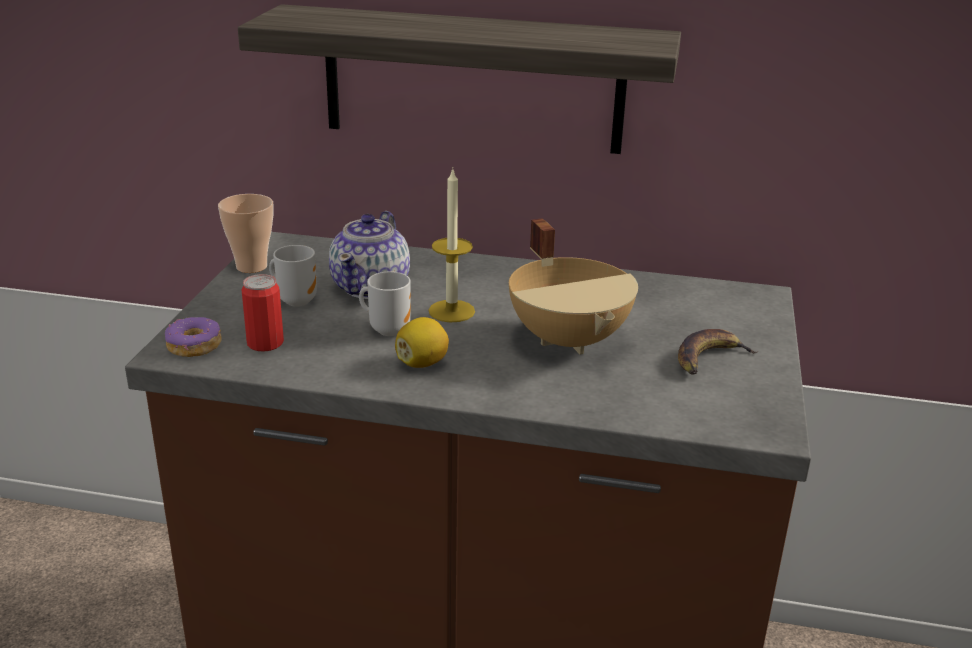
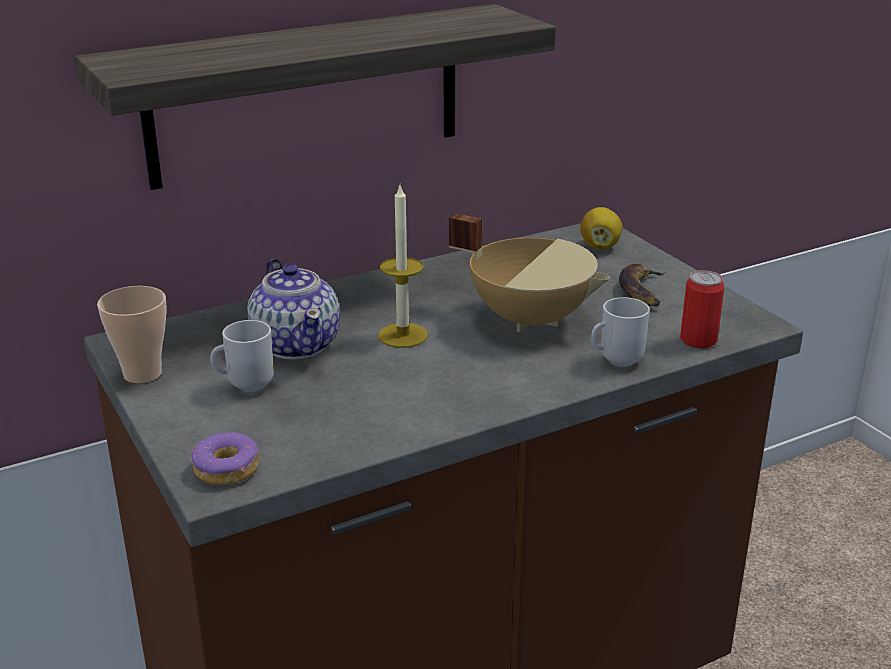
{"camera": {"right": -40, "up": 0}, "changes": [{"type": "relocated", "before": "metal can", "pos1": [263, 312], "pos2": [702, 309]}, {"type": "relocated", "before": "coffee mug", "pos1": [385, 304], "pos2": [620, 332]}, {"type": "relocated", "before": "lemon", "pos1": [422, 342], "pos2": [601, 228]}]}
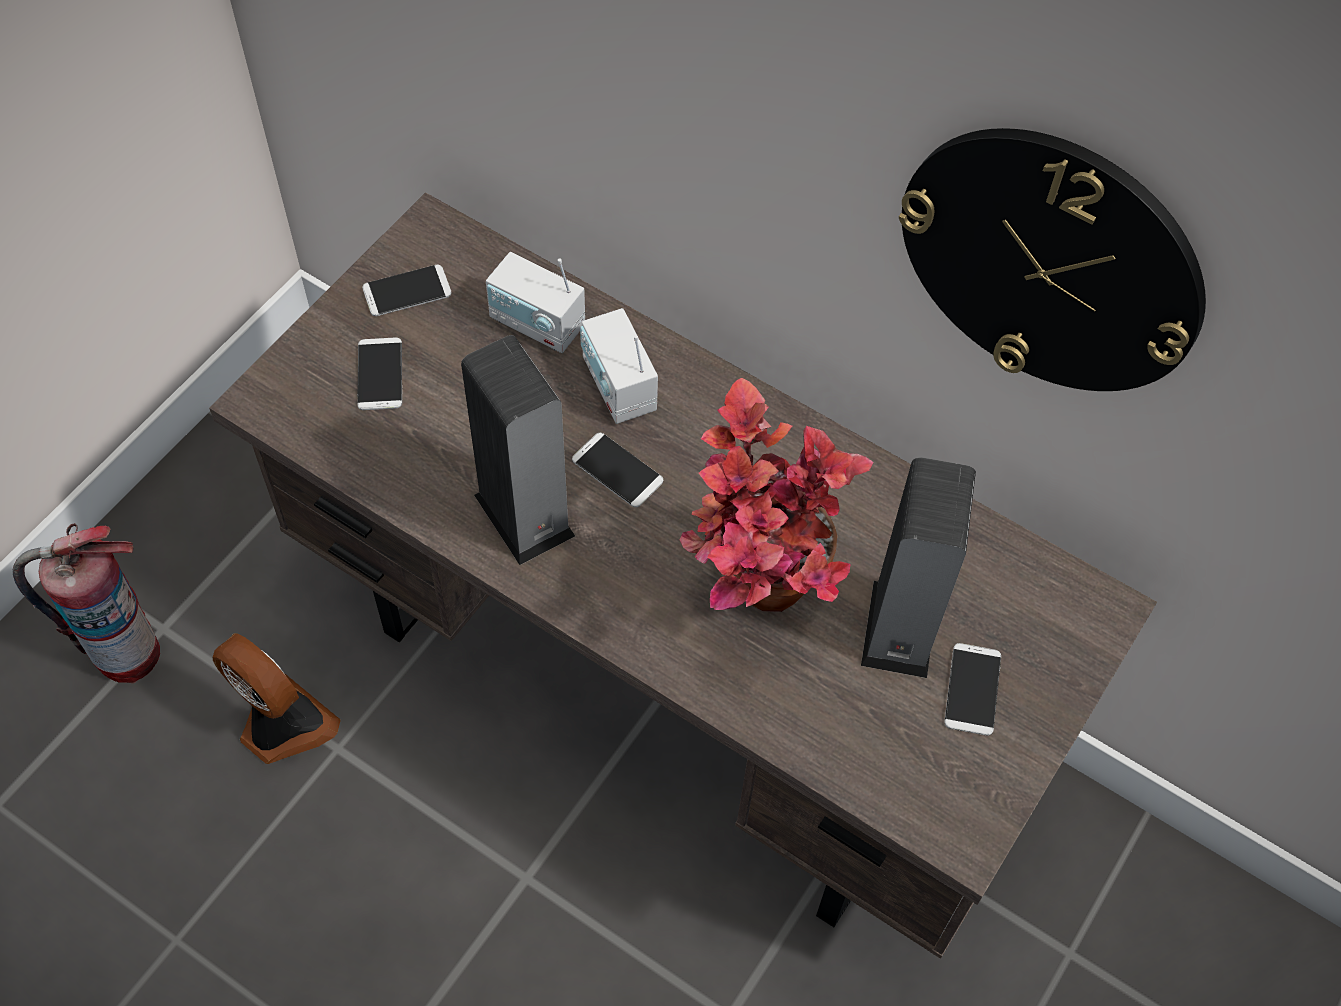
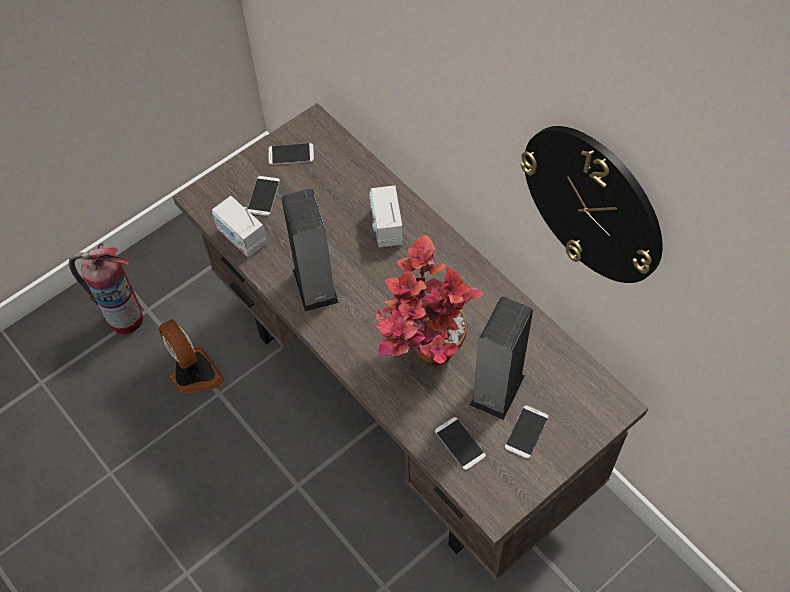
{"camera": {"right": 20, "up": 0}, "changes": [{"type": "relocated", "before": "radio receiver", "pos1": [535, 302], "pos2": [239, 227]}, {"type": "relocated", "before": "phone", "pos1": [617, 470], "pos2": [460, 443]}]}
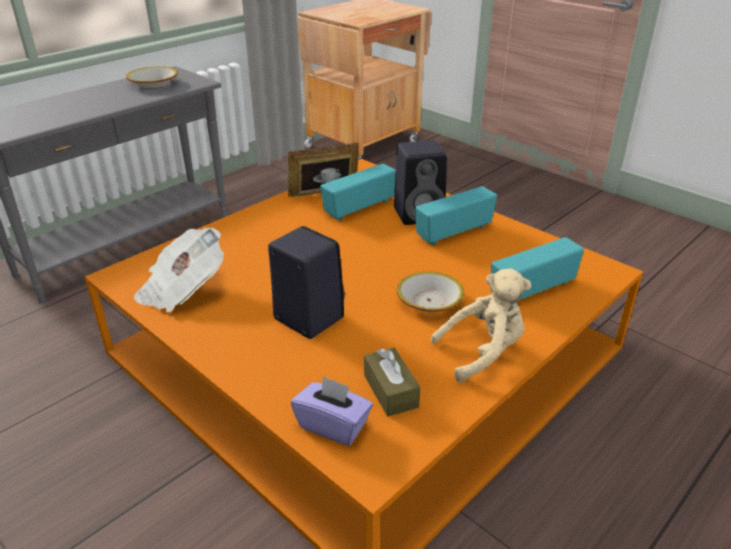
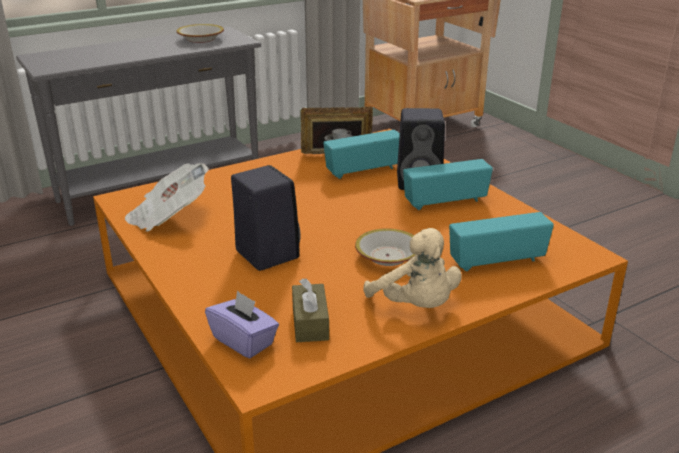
{"camera": {"right": 15, "up": -5}, "changes": [{"type": "spun", "before": "cuddly toy in beige-coloured", "pos1": [481, 325], "pos2": [413, 268], "turn": 60}]}
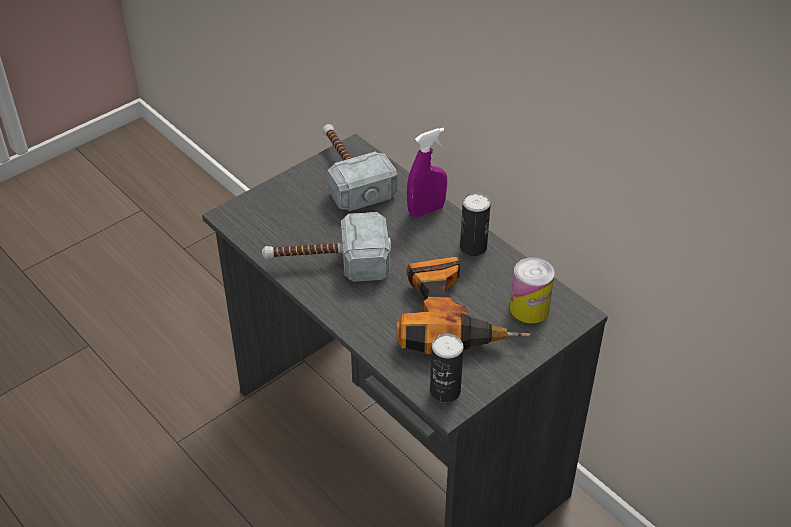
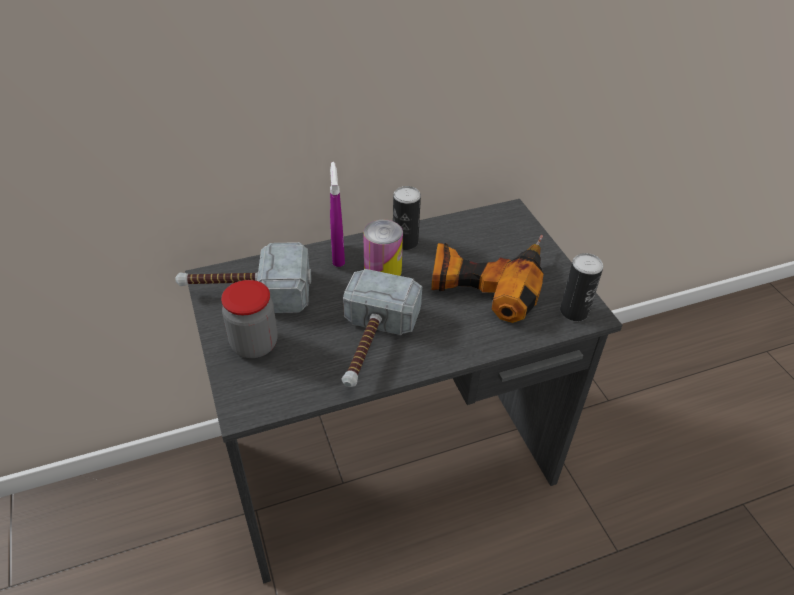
{"camera": {"right": -70, "up": 0}, "changes": [{"type": "relocated", "before": "metal can", "pos1": [532, 290], "pos2": [383, 248]}, {"type": "appeared", "after": "jar", "pos2": [249, 319]}]}
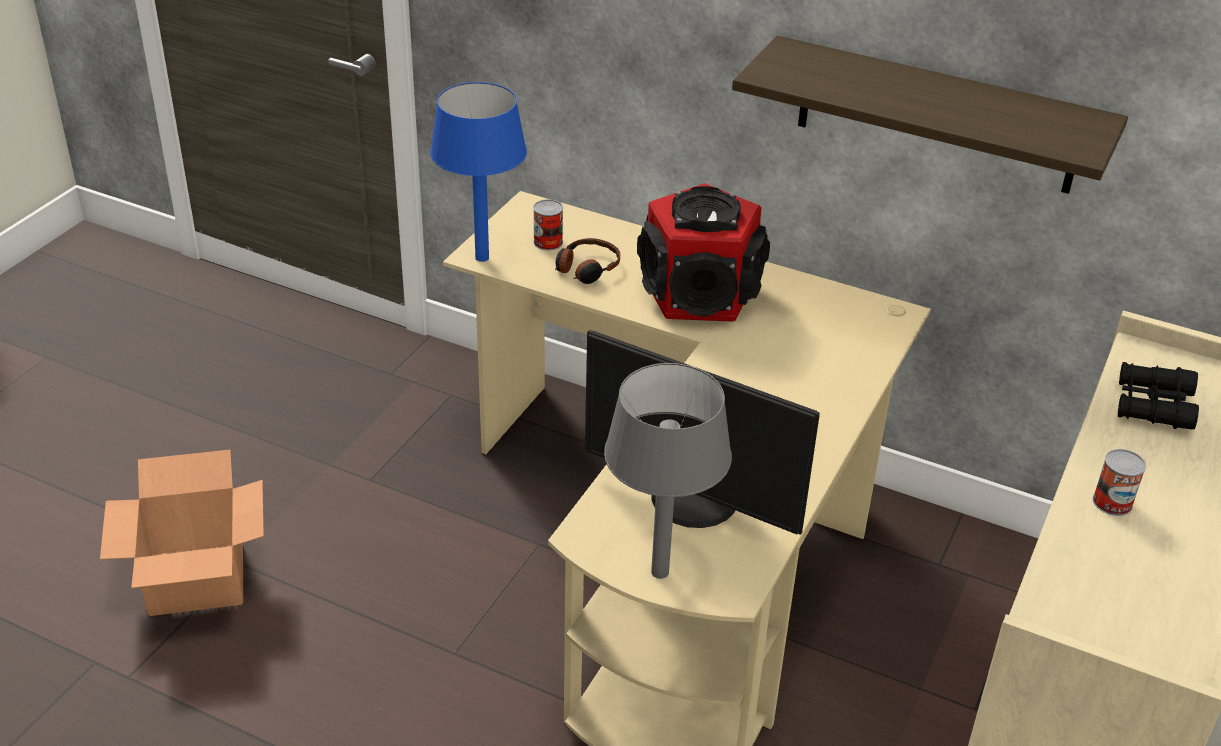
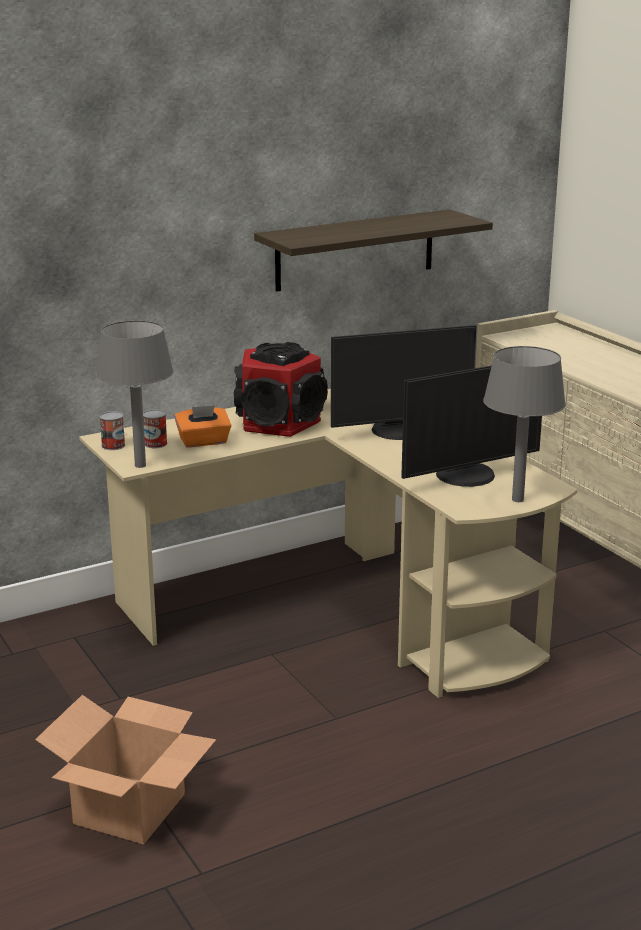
{"camera": {"right": -55, "up": -15}, "changes": [{"type": "colour", "before": "table lamp in blue", "after": "table lamp in greyish", "pos1": [478, 172], "pos2": [134, 394]}, {"type": "exchanged", "before": "headphones", "after": "box of tissues in orange", "pos1": [587, 261], "pos2": [202, 426]}, {"type": "relocated", "before": "metal can", "pos1": [1119, 482], "pos2": [112, 430]}, {"type": "missing", "before": "binoculars in blackish", "pos1": [1158, 395]}, {"type": "appeared", "after": "computer display", "pos2": [403, 382]}]}
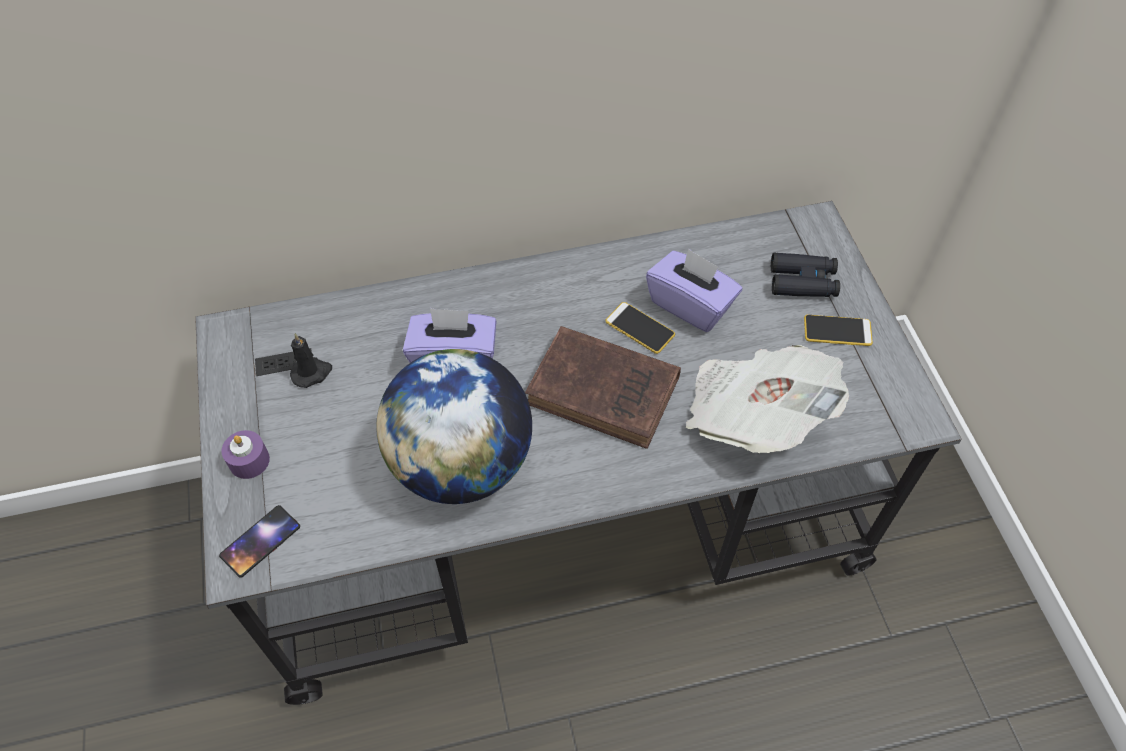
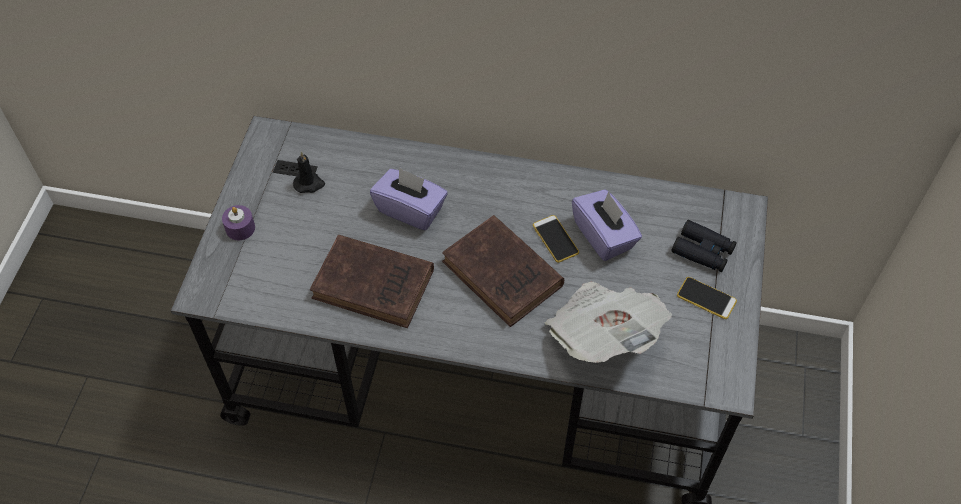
{"camera": {"right": 25, "up": 0}, "changes": [{"type": "missing", "before": "phone", "pos1": [259, 541]}, {"type": "exchanged", "before": "desk globe", "after": "volume in brown-coloured", "pos1": [454, 426], "pos2": [372, 281]}]}
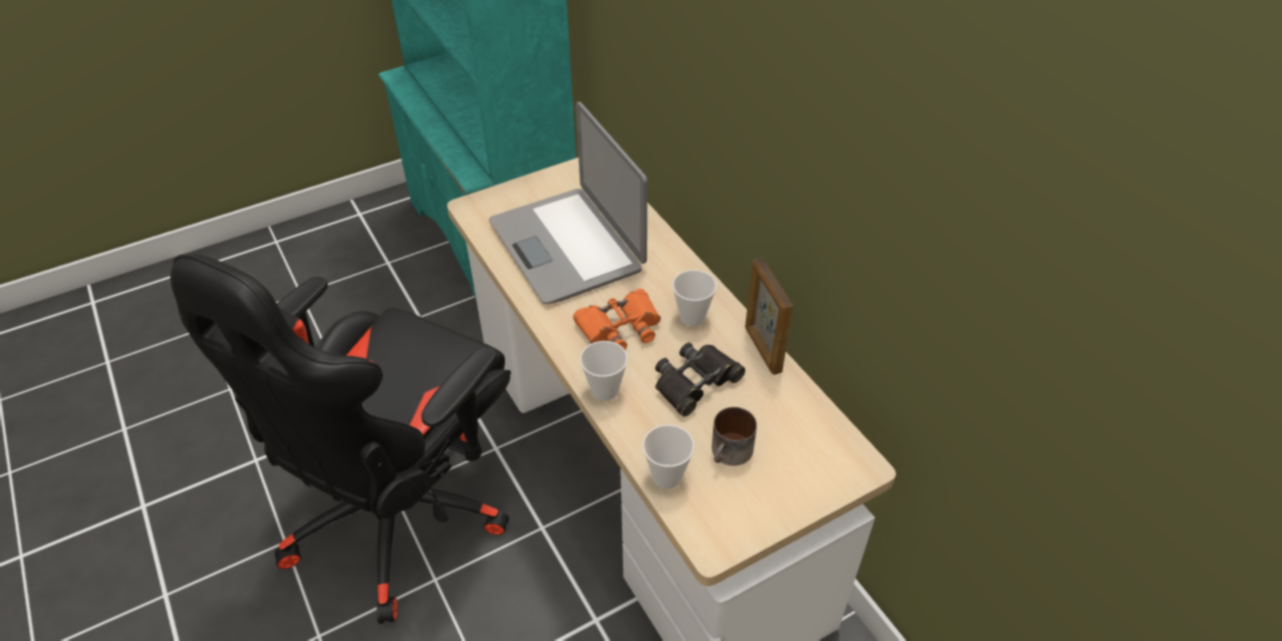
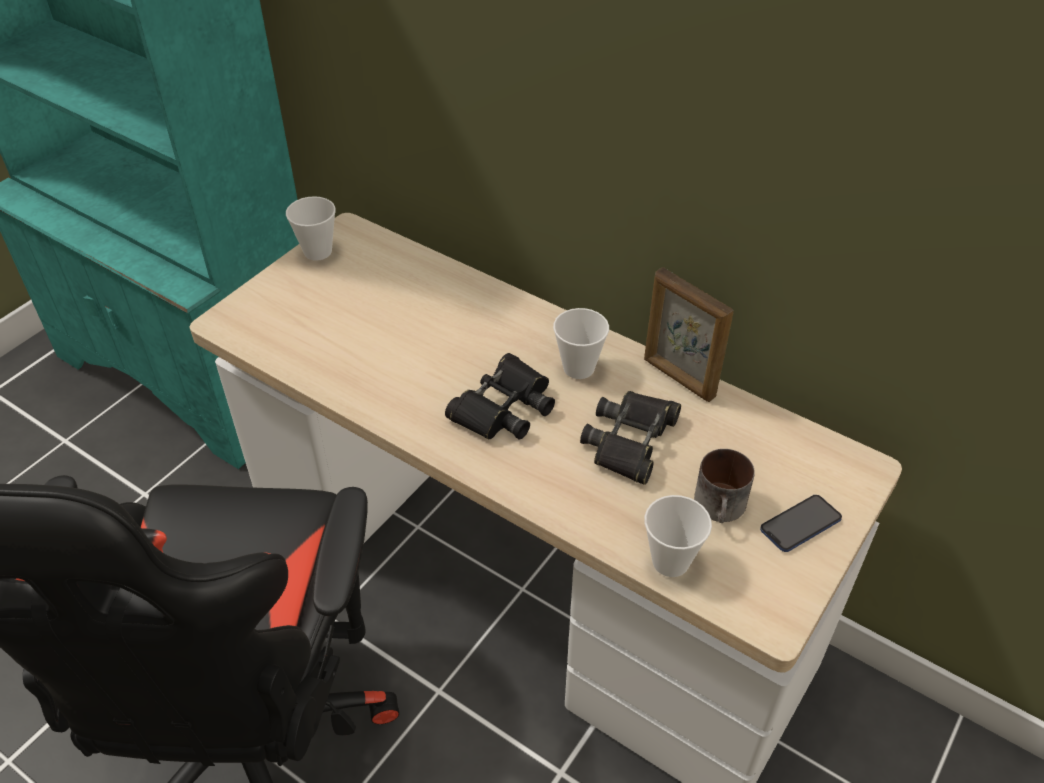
{"camera": {"right": -25, "up": 0}, "changes": [{"type": "missing", "before": "laptop", "pos1": [568, 203]}, {"type": "colour", "before": "binoculars in orange", "after": "binoculars in blackish", "pos1": [617, 319], "pos2": [500, 396]}, {"type": "relocated", "before": "small cup", "pos1": [604, 371], "pos2": [311, 228]}, {"type": "appeared", "after": "phone", "pos2": [801, 523]}]}
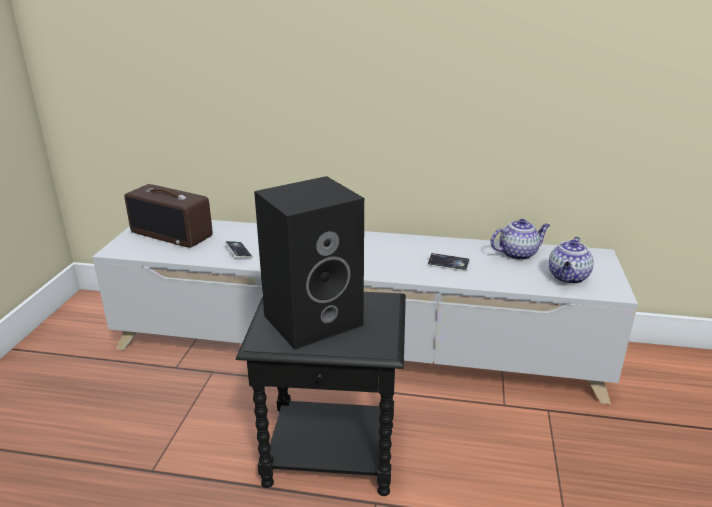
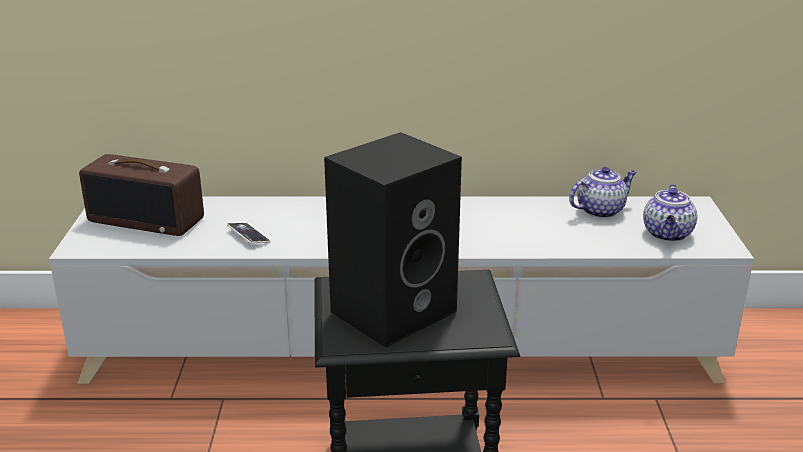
{"camera": {"right": -10, "up": 0}, "changes": [{"type": "missing", "before": "phone", "pos1": [448, 262]}]}
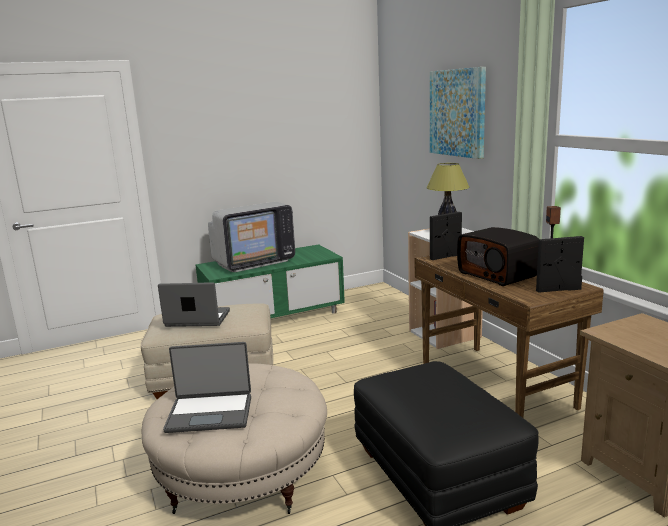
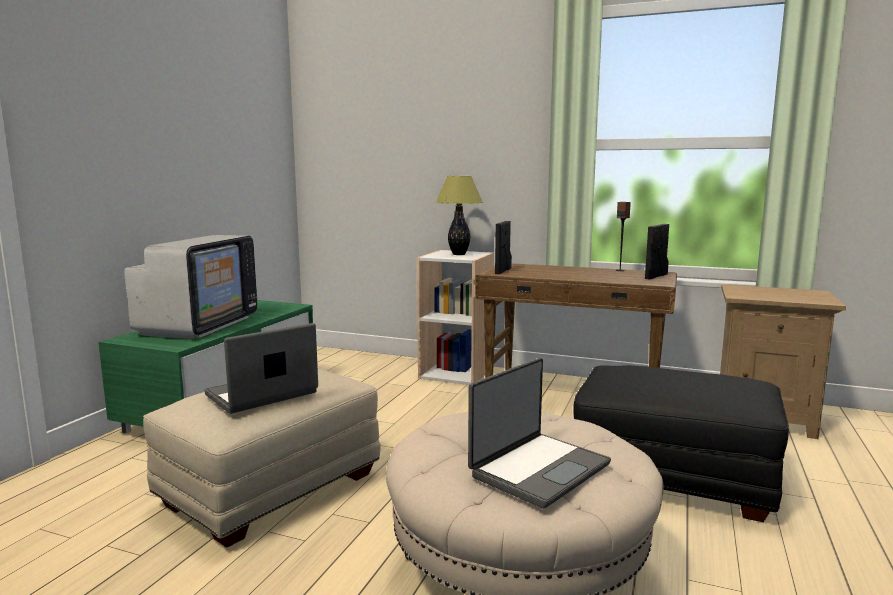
{"camera": {"right": -45, "up": -5}, "changes": [{"type": "missing", "before": "wall picture", "pos1": [458, 113]}, {"type": "missing", "before": "radio receiver", "pos1": [498, 256]}]}
